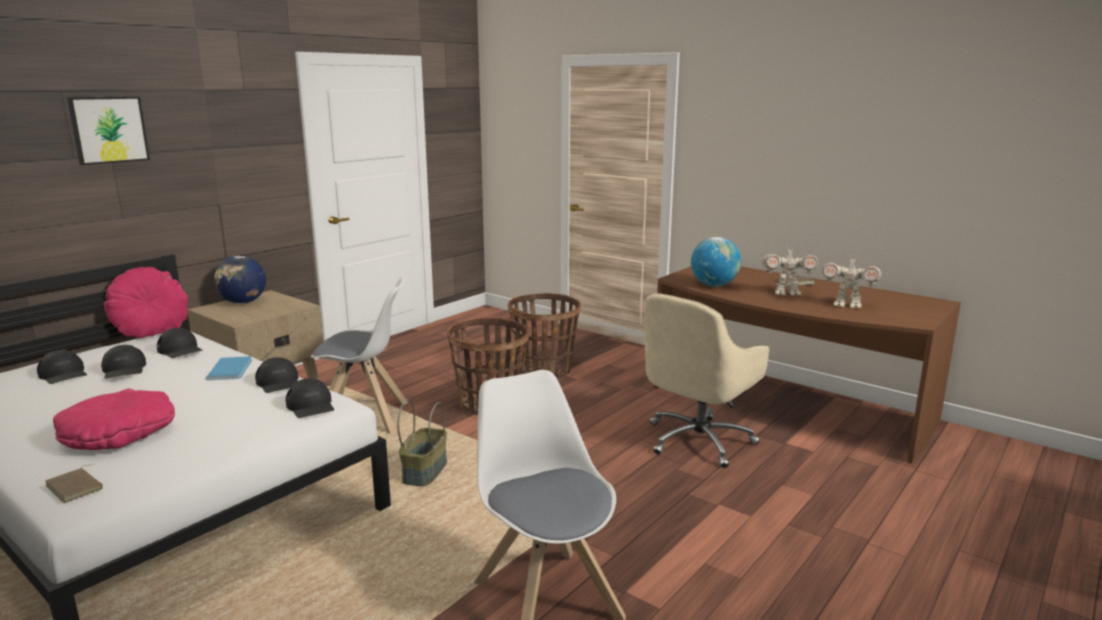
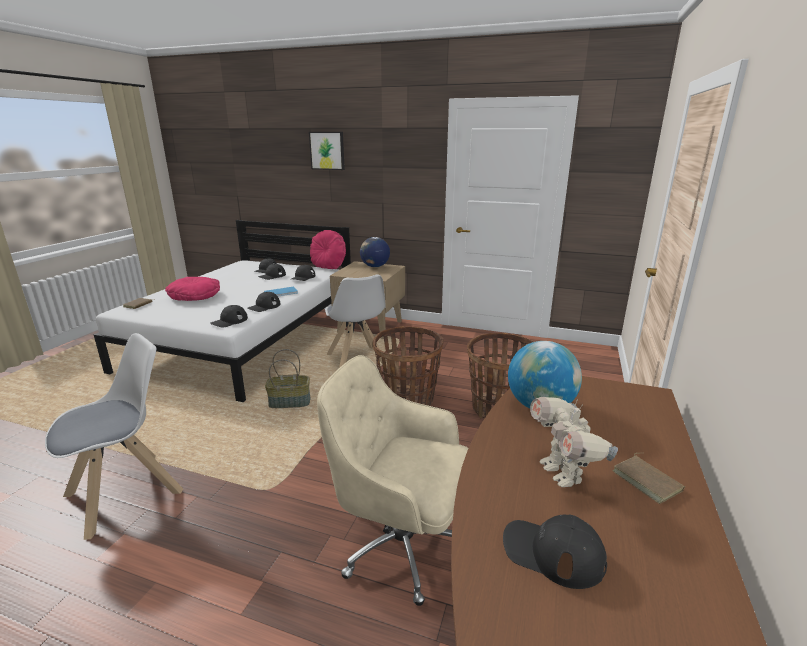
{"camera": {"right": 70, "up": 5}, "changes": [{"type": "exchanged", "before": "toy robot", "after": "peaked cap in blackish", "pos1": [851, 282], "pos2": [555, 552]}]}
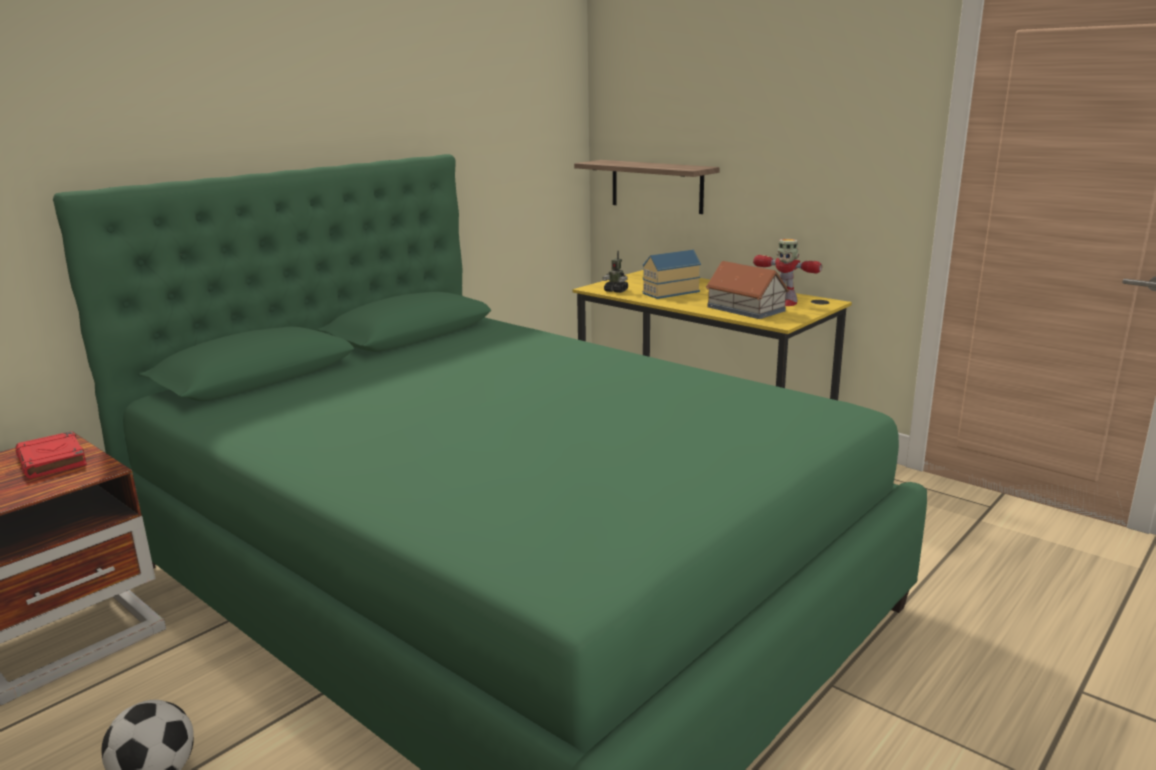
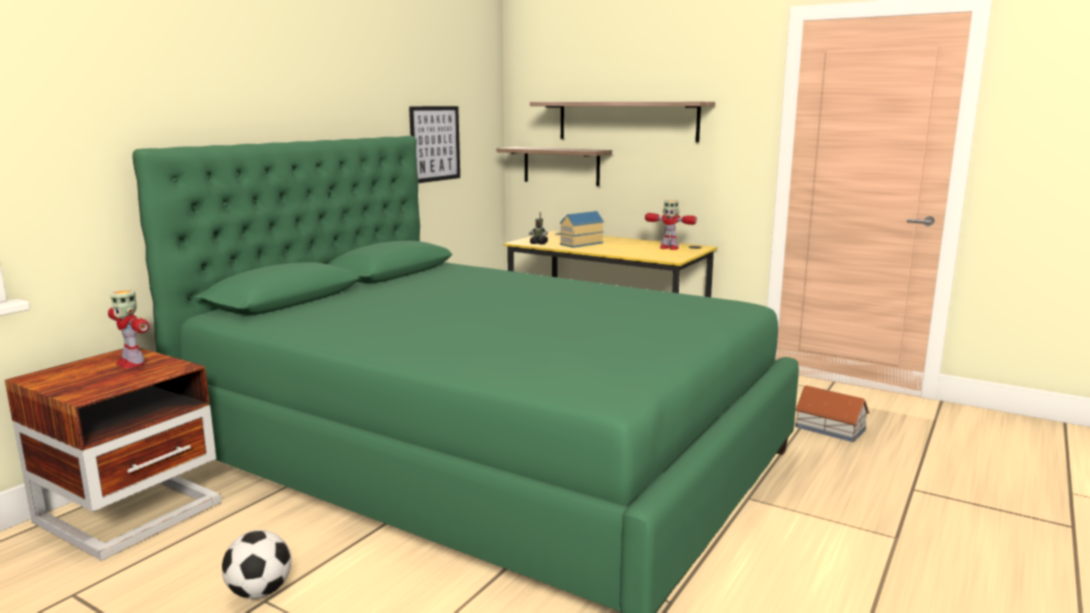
{"camera": {"right": -10, "up": -5}, "changes": [{"type": "exchanged", "before": "volume in red", "after": "toy robot", "pos1": [51, 455], "pos2": [129, 329]}, {"type": "relocated", "before": "miniature house", "pos1": [748, 290], "pos2": [832, 414]}, {"type": "appeared", "after": "wall picture", "pos2": [434, 144]}, {"type": "appeared", "after": "shelf", "pos2": [622, 122]}]}
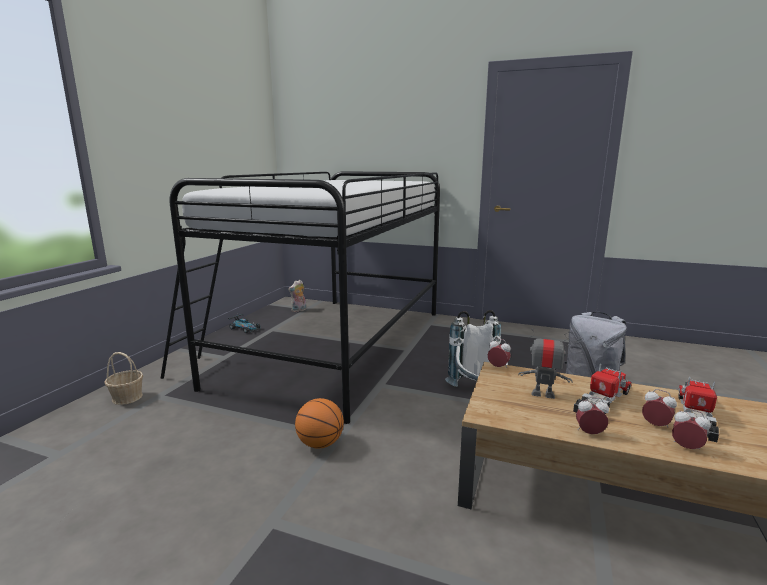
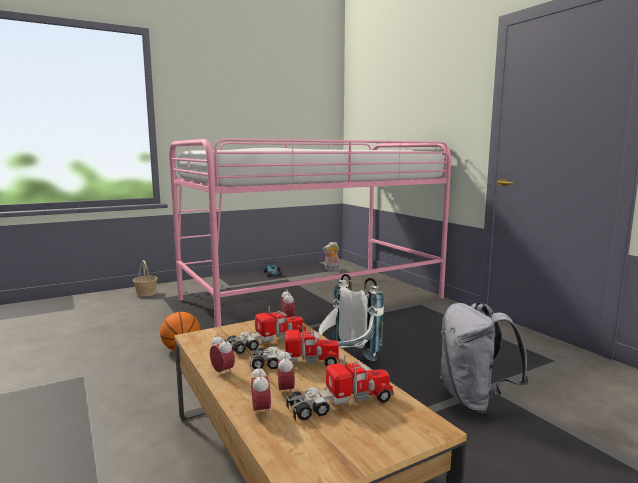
{"camera": {"right": 40, "up": -5}, "changes": [{"type": "colour", "before": "sleeping bed in blackish", "after": "sleeping bed in pinkish", "pos1": [300, 297], "pos2": [310, 232]}, {"type": "exchanged", "before": "toy robot", "after": "toy lorry", "pos1": [546, 364], "pos2": [265, 330]}]}
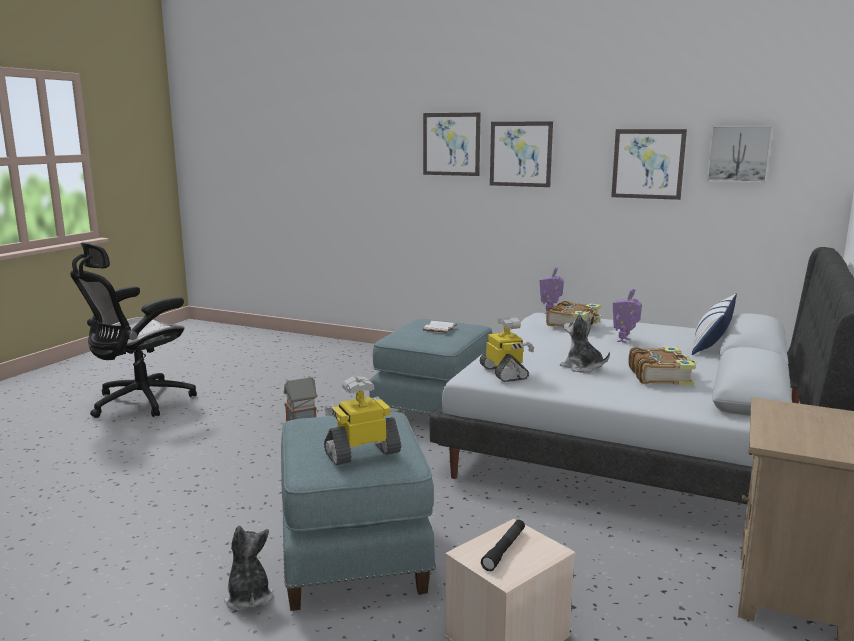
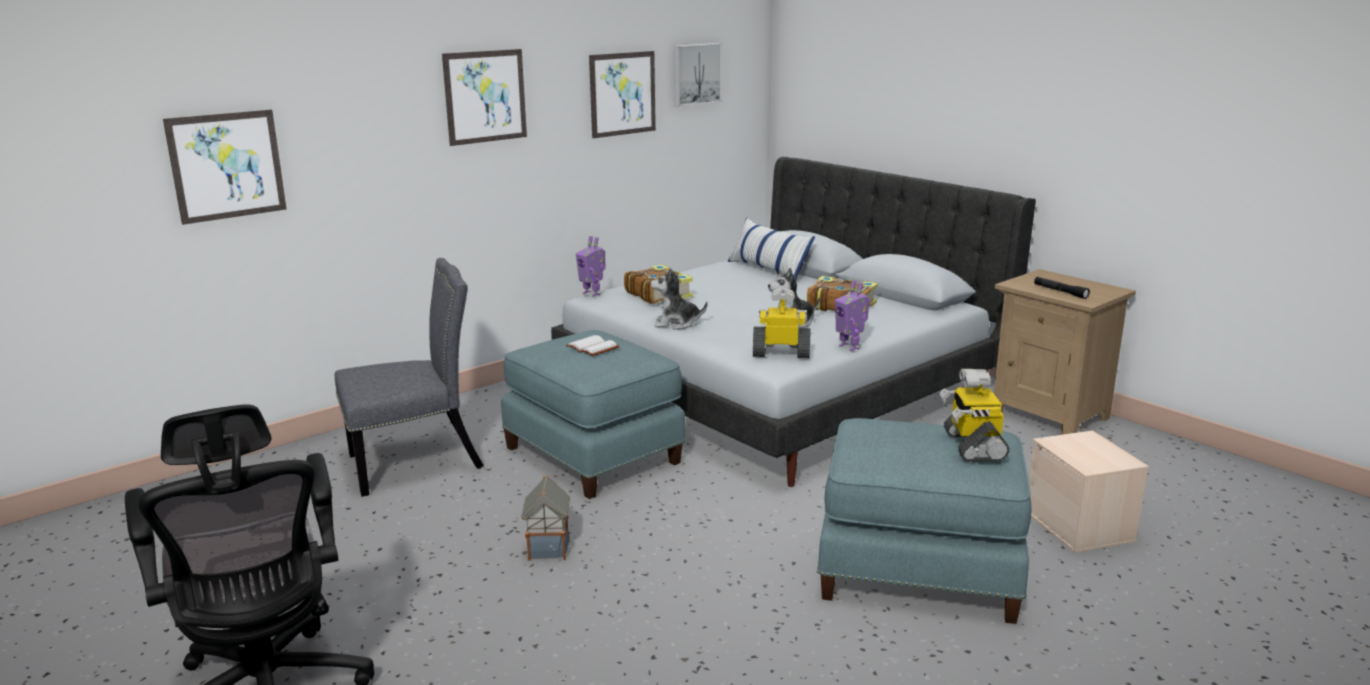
{"camera": {"right": -65, "up": 5}, "changes": [{"type": "relocated", "before": "cuddly toy", "pos1": [249, 568], "pos2": [679, 299]}, {"type": "relocated", "before": "wall picture", "pos1": [452, 144], "pos2": [225, 167]}, {"type": "relocated", "before": "flashlight in blackish", "pos1": [503, 545], "pos2": [1062, 288]}, {"type": "relocated", "before": "toy robot", "pos1": [627, 316], "pos2": [852, 315]}, {"type": "appeared", "after": "upright chair in greyish", "pos2": [409, 377]}]}
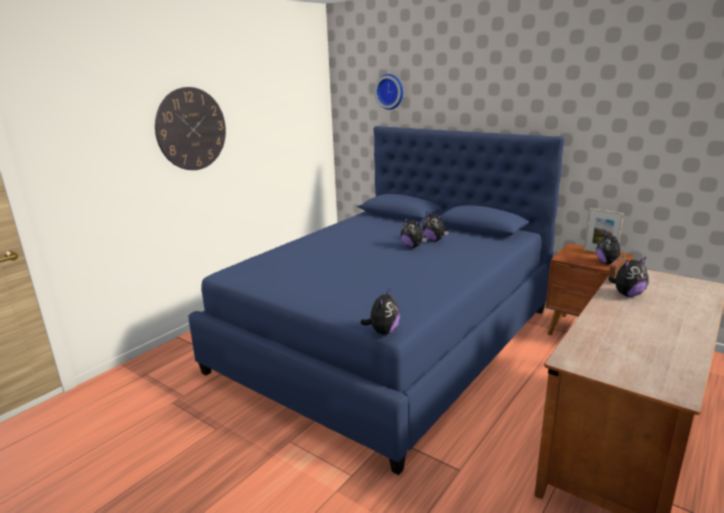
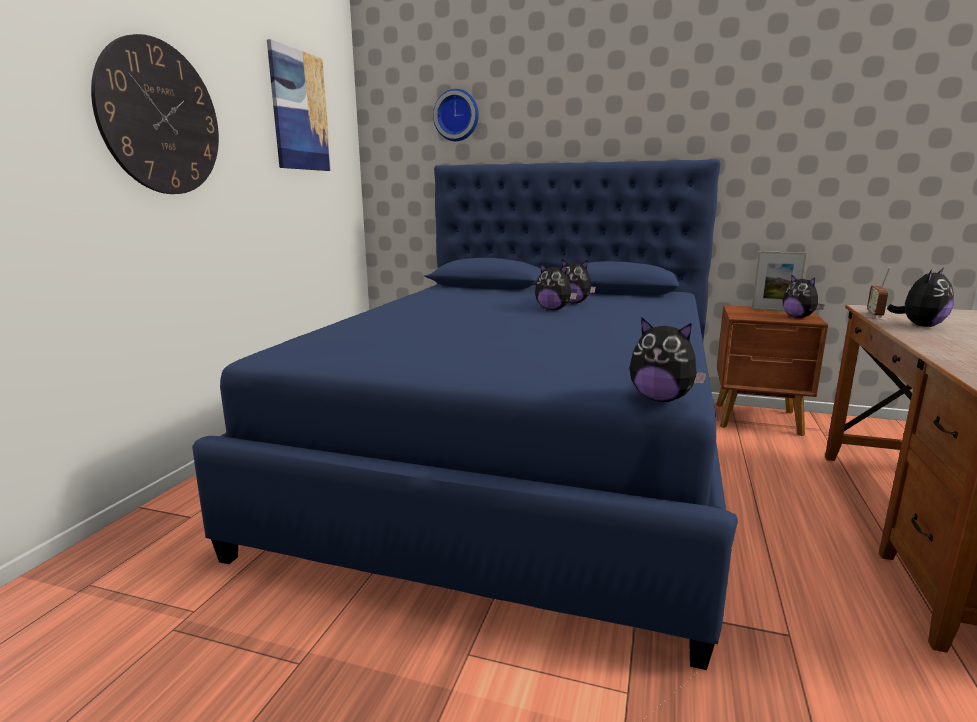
{"camera": {"right": -20, "up": -5}, "changes": [{"type": "spun", "before": "cuddly toy", "pos1": [380, 312], "pos2": [668, 360], "turn": 120}, {"type": "appeared", "after": "wall picture", "pos2": [299, 105]}]}
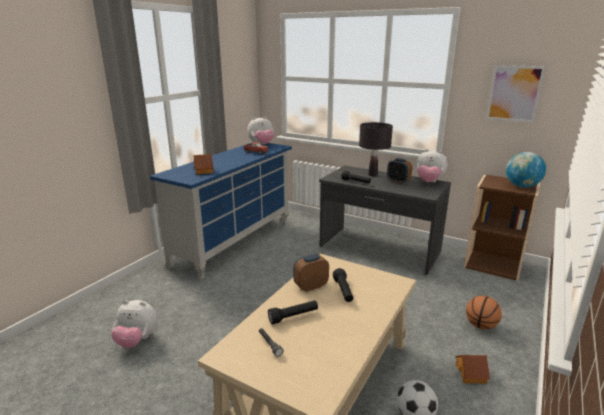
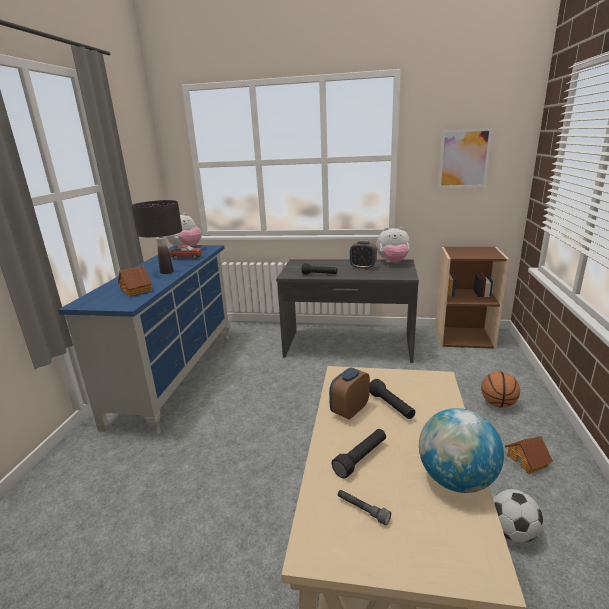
{"camera": {"right": -20, "up": 0}, "changes": [{"type": "missing", "before": "cuddly toy", "pos1": [134, 324]}, {"type": "relocated", "before": "table lamp in blackish", "pos1": [376, 149], "pos2": [156, 237]}, {"type": "relocated", "before": "desk globe", "pos1": [526, 170], "pos2": [461, 450]}]}
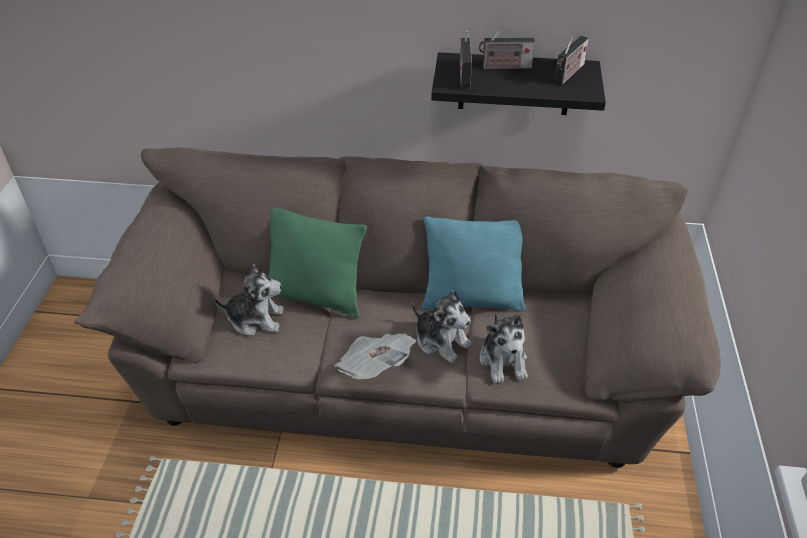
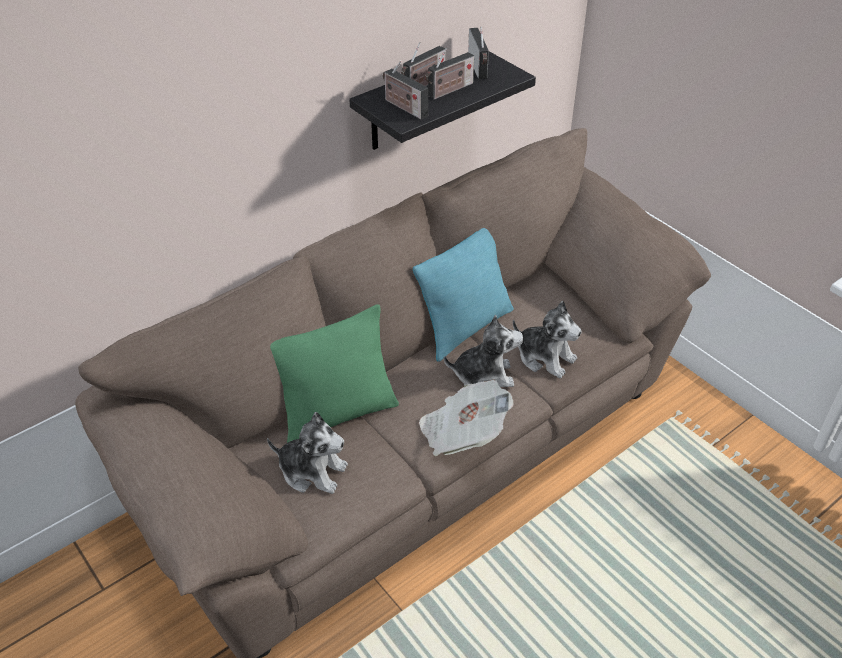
{"camera": {"right": -45, "up": 0}, "changes": [{"type": "spun", "before": "cuddly toy", "pos1": [249, 300], "pos2": [307, 453], "turn": 60}, {"type": "appeared", "after": "radio receiver", "pos2": [449, 74]}]}
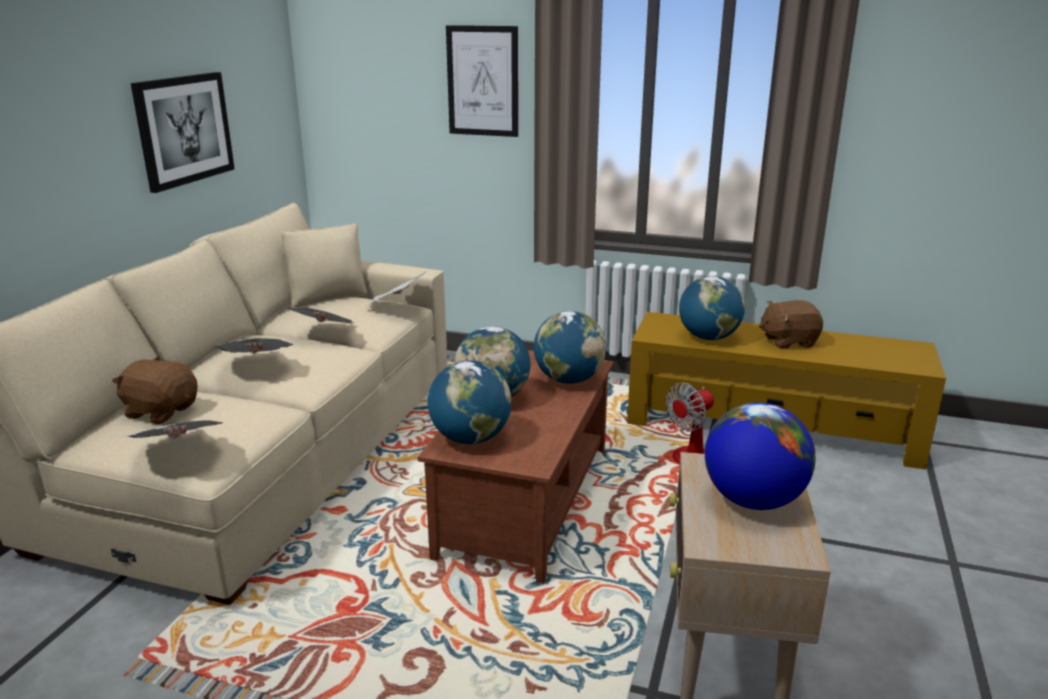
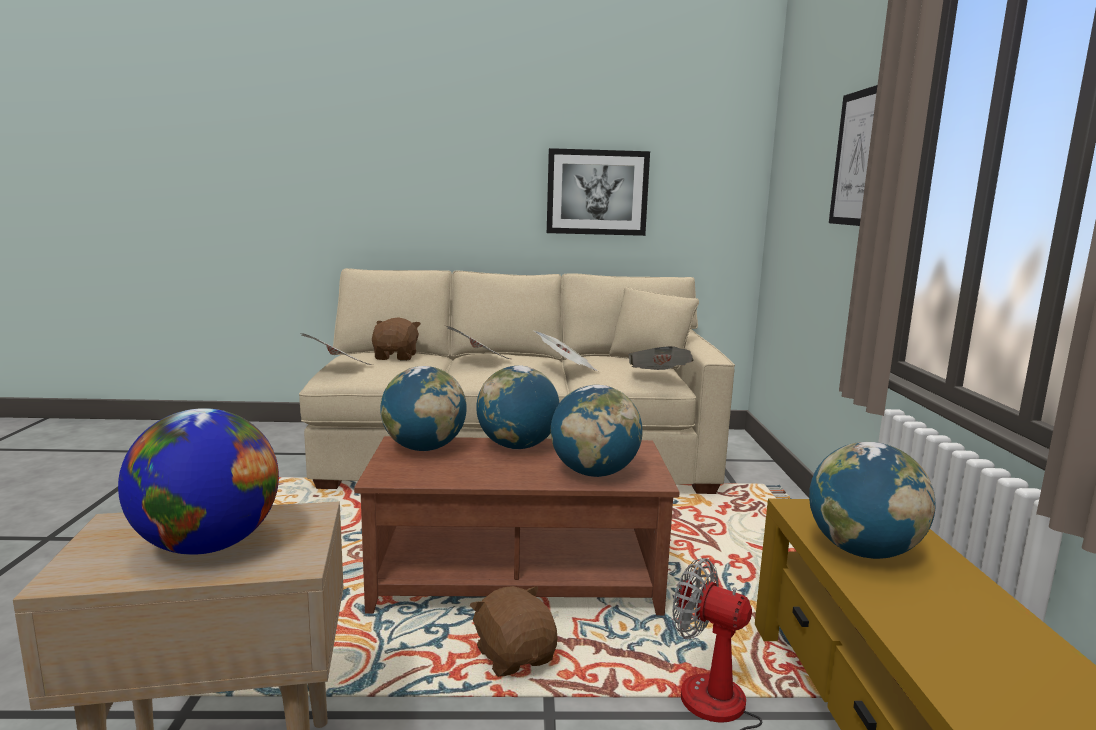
{"camera": {"right": 70, "up": -10}, "changes": [{"type": "relocated", "before": "cuddly toy in brown-coloured", "pos1": [791, 324], "pos2": [514, 631]}]}
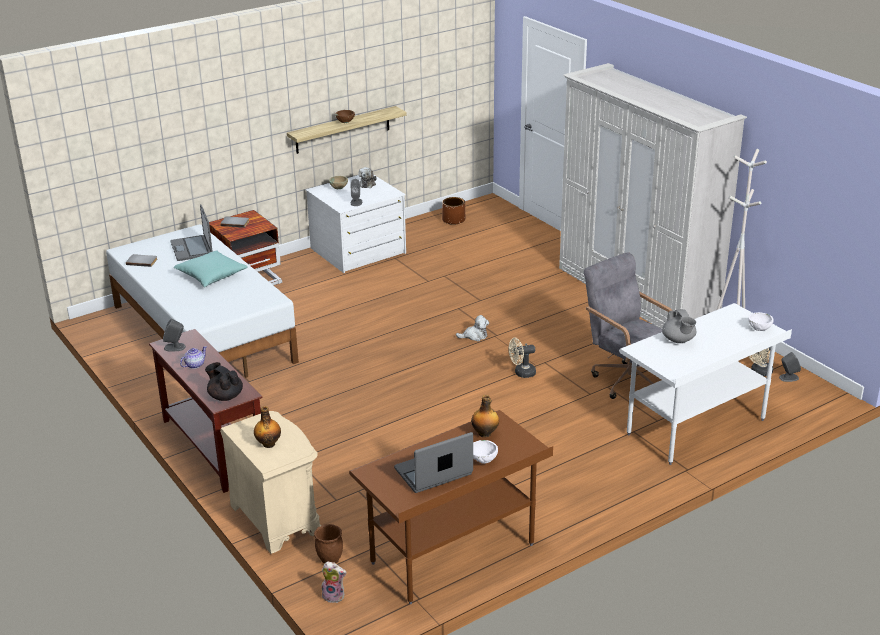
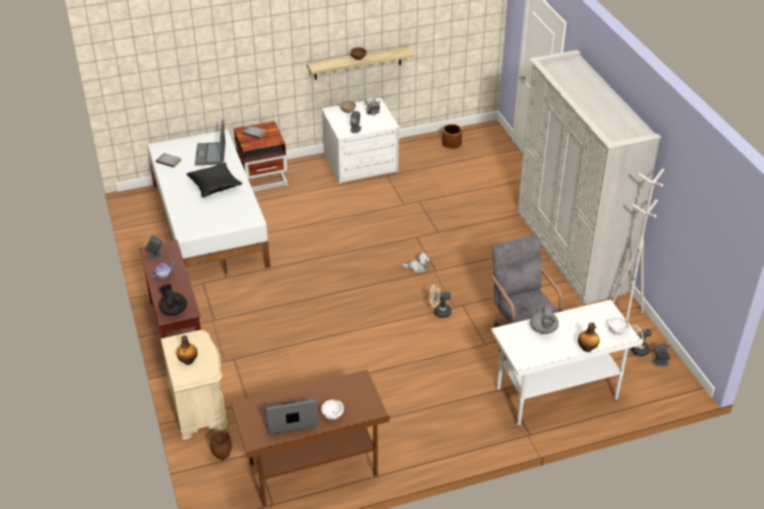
{"camera": {"right": 15, "up": 10}, "changes": [{"type": "colour", "before": "cushion in blue-green", "after": "cushion in blackish", "pos1": [210, 269], "pos2": [214, 180]}, {"type": "missing", "before": "cuddly toy", "pos1": [334, 582]}, {"type": "relocated", "before": "bottle", "pos1": [485, 416], "pos2": [589, 337]}]}
